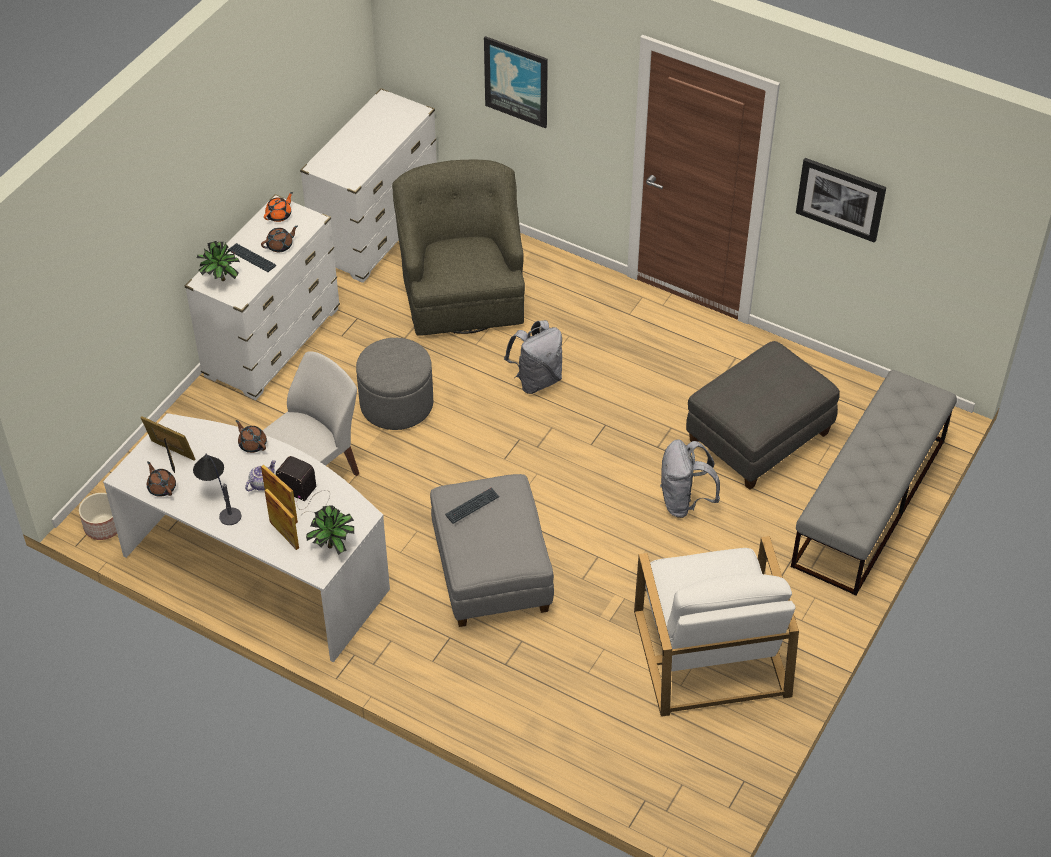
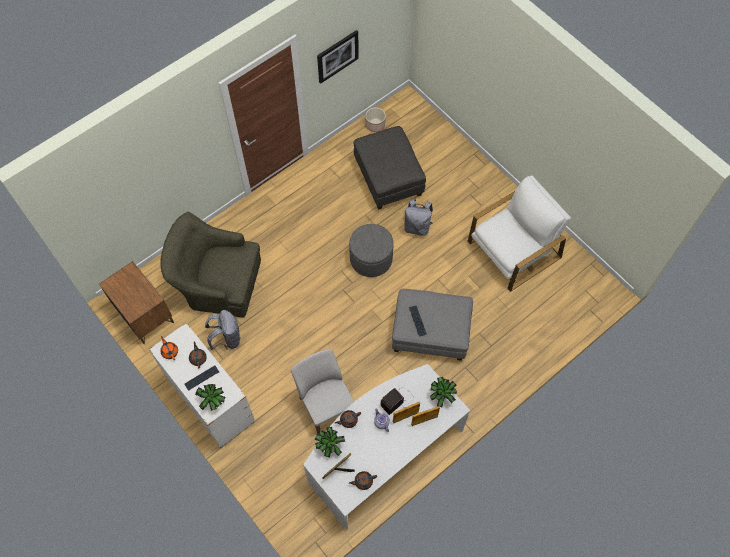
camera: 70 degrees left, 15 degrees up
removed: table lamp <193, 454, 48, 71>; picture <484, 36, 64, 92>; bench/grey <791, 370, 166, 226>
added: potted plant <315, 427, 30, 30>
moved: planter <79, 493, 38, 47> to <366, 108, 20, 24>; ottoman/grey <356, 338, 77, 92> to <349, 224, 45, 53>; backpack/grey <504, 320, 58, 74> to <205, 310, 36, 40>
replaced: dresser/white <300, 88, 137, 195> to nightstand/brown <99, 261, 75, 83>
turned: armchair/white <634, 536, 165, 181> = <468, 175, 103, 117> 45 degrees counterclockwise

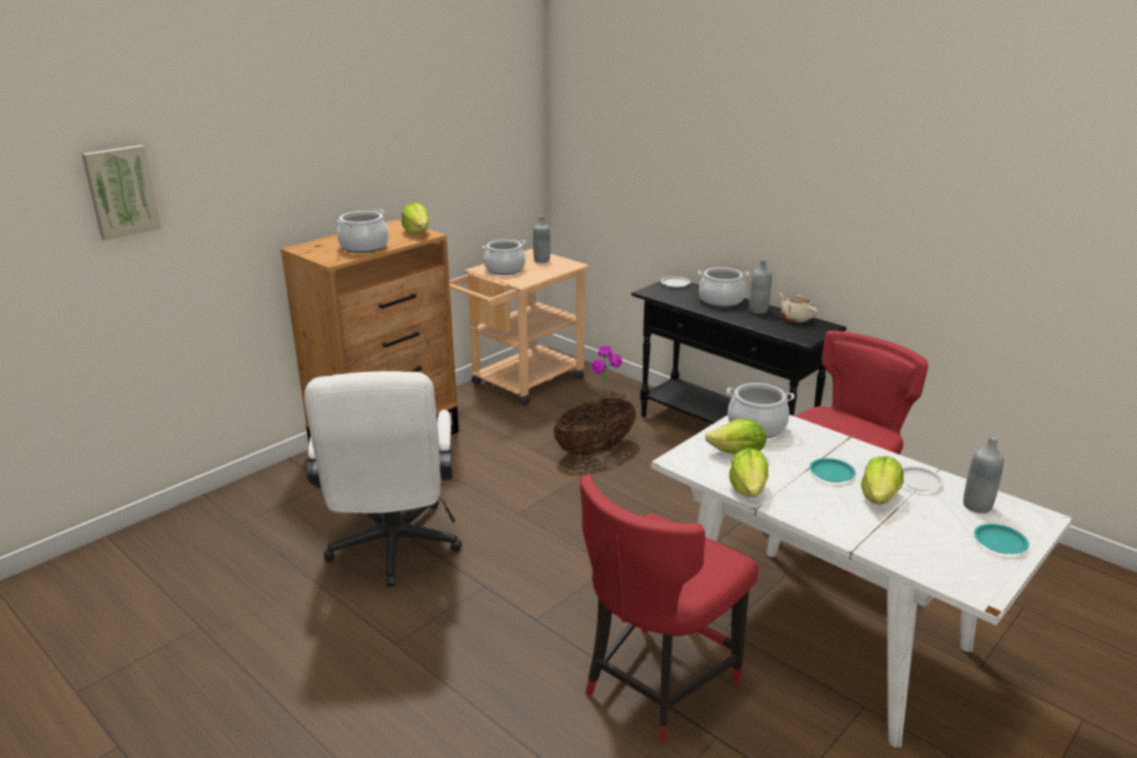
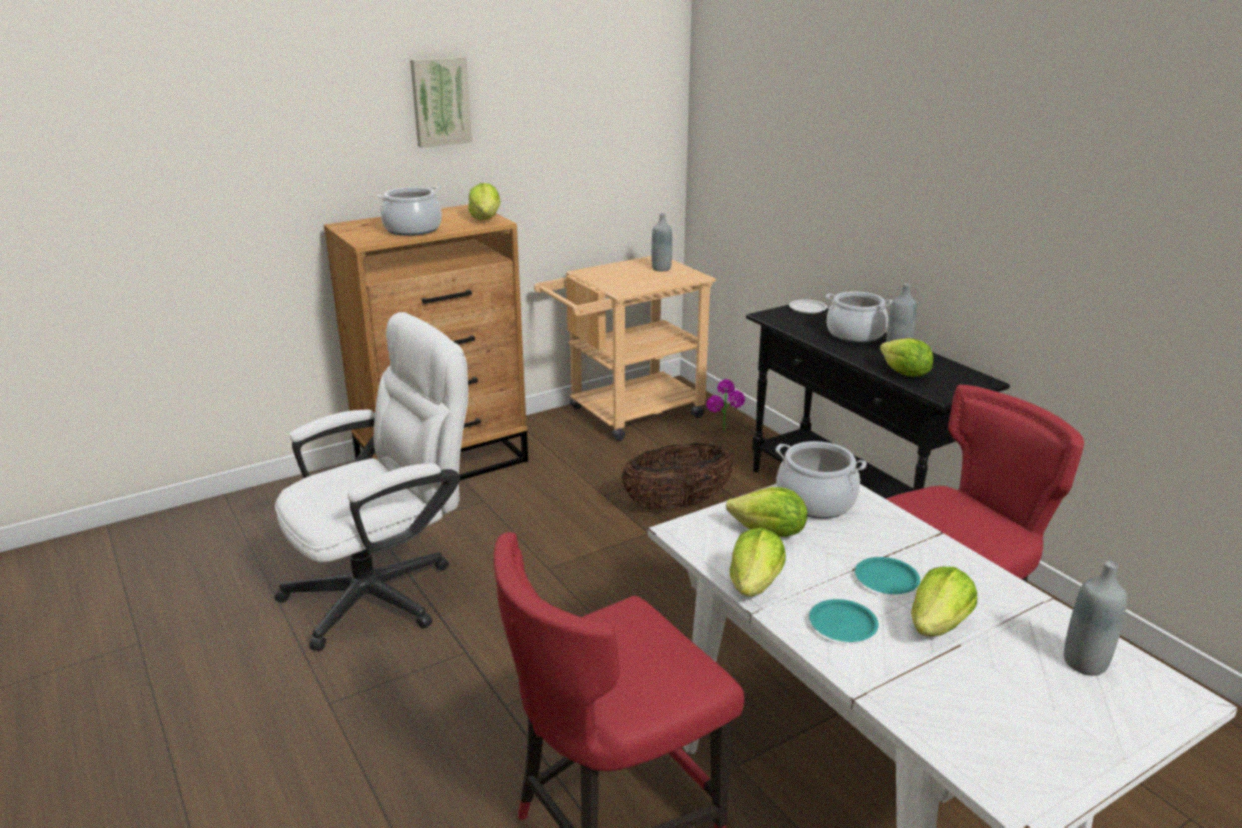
camera: 15 degrees right, 0 degrees up
removed: cooking pot <482, 240, 44, 35>; teapot/beige <778, 293, 40, 30>; plate/white <902, 466, 42, 25>
added: lettuce <880, 338, 53, 39>
moved: picture <82, 145, 79, 96> to <410, 57, 62, 91>; plate/turquoise <974, 524, 55, 30> to <809, 599, 70, 43>
turned: office chair/white <304, 371, 158, 216> = <275, 312, 193, 339> 135 degrees counterclockwise

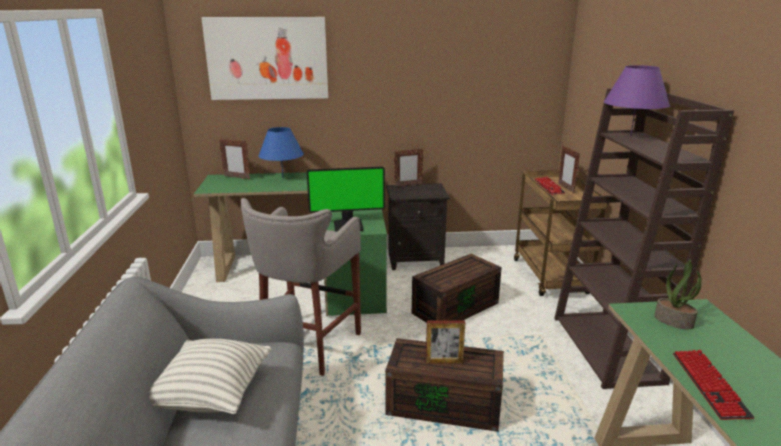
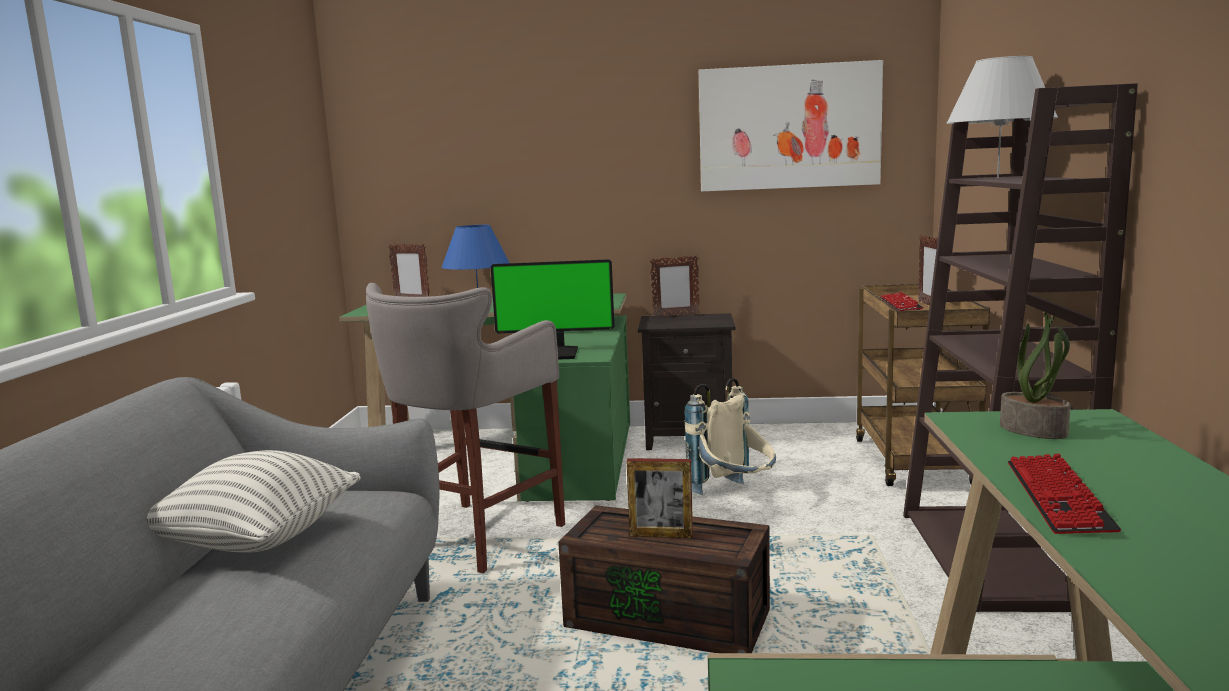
camera: 10 degrees right, 10 degrees down
moved: picture <201, 17, 127, 83> to <699, 60, 184, 132>
replaced: storage box/brown <412, 254, 90, 69> to backpack/beige <685, 378, 91, 117>
recoloured: table lamp/purple <604, 65, 66, 72> to table lamp/white <946, 56, 112, 122>

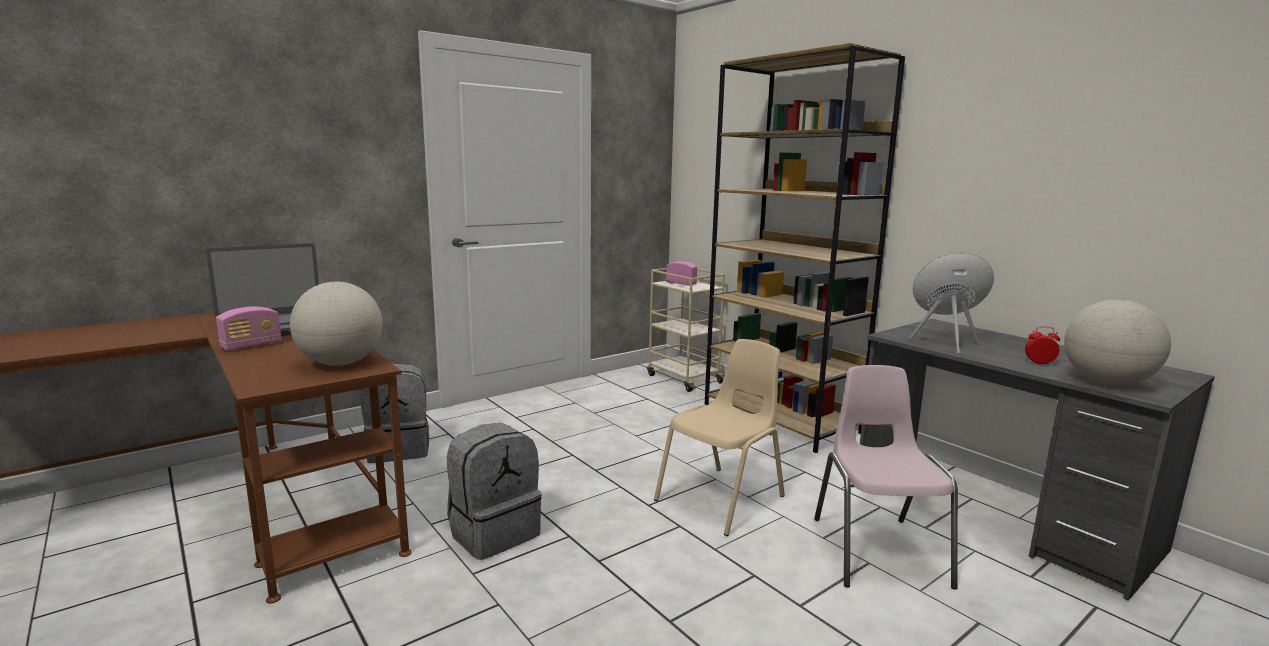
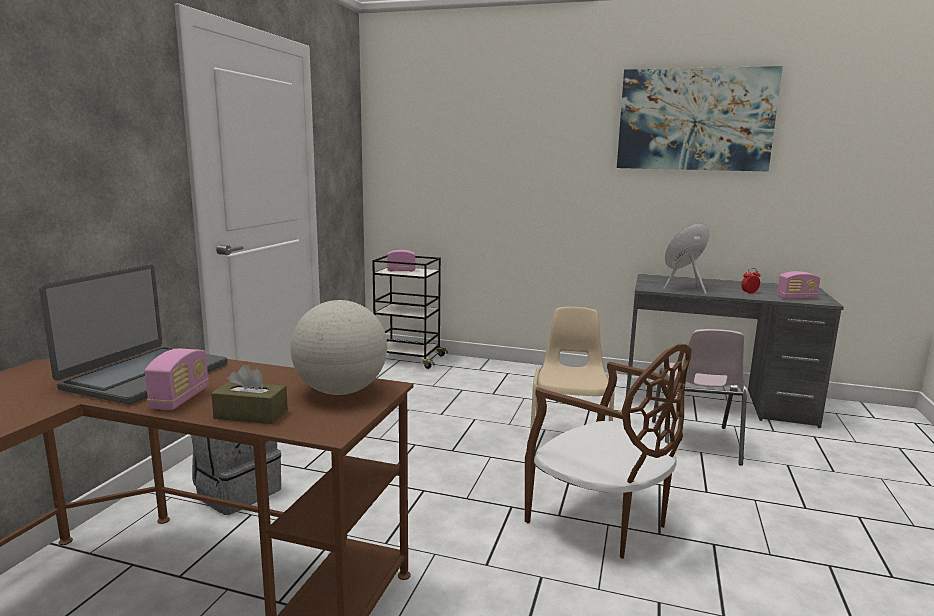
camera: 35 degrees left, 0 degrees up
removed: backpack/grey <447, 423, 95, 137>; bookcase/brown <705, 43, 200, 410>
added: tissue box/brown <211, 364, 77, 60>; chair/brown <525, 344, 166, 215>; picture <617, 66, 166, 105>
replaced: globe <1064, 300, 107, 85> to radio <777, 271, 43, 28>
recoloured: cart/beige <647, 268, 78, 124> to cart/black <372, 255, 76, 114>
turned: chair/pink <814, 365, 144, 224> = <652, 329, 95, 137> 135 degrees counterclockwise

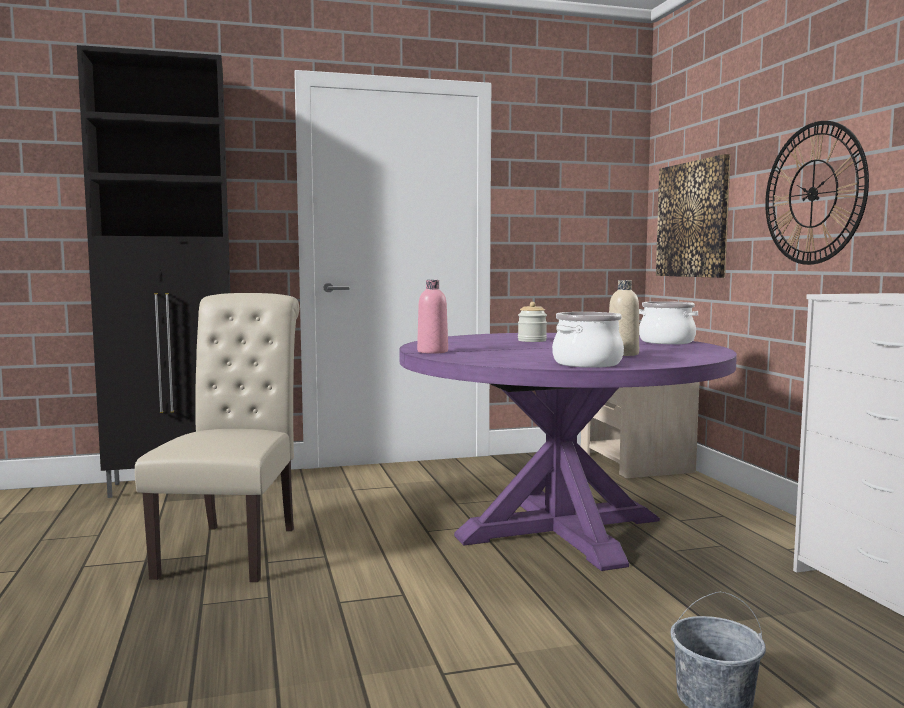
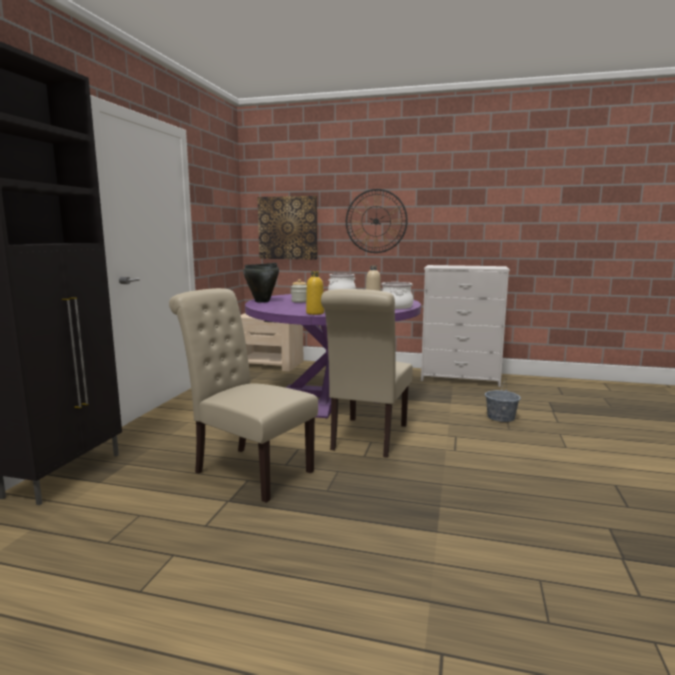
camera: 60 degrees left, 5 degrees up
added: cooking pot/black <243, 263, 36, 40>; chair/beige <321, 289, 92, 169>
recoloured: bottle/pink <417, 280, 31, 74> to bottle/yellow <306, 271, 18, 44>

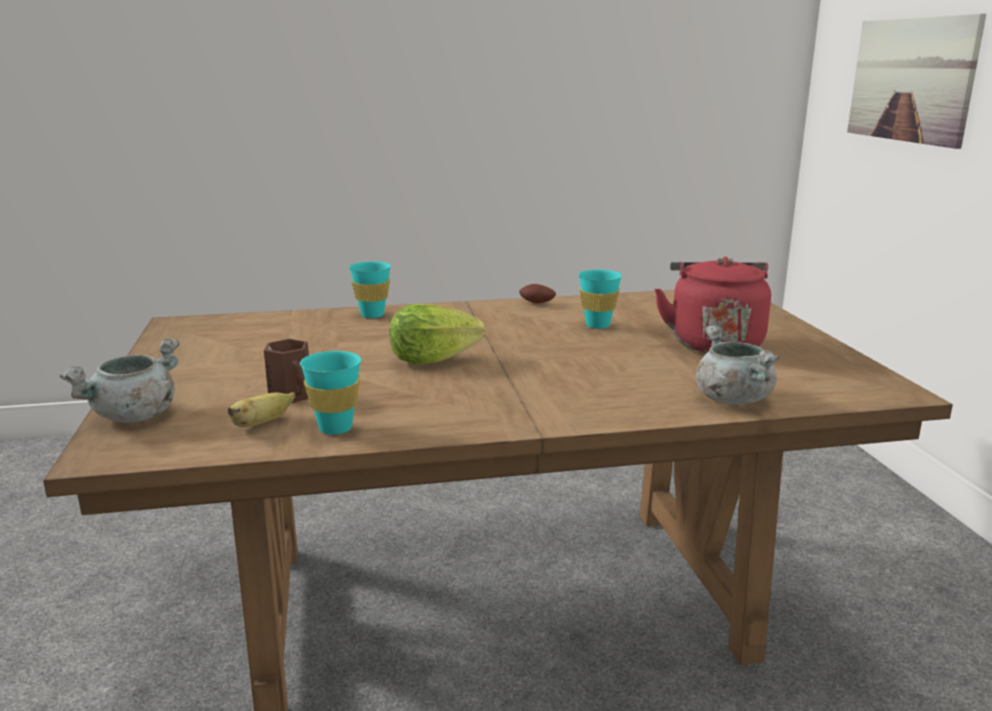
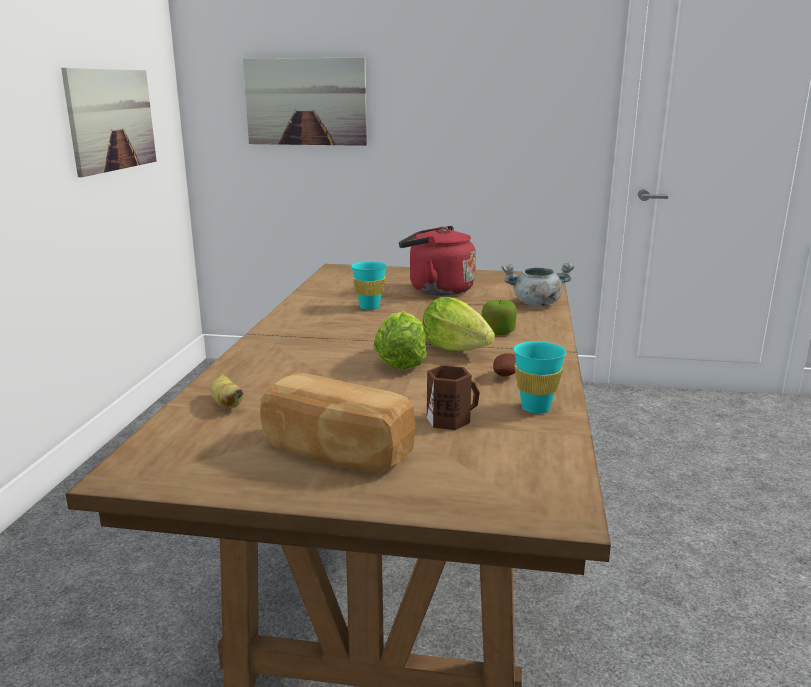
camera: 70 degrees left, 0 degrees up
removed: cooking pot/grey <59, 338, 121, 85>; cup/turquoise <349, 261, 42, 57>
added: picture <61, 68, 95, 109>; bread <260, 372, 156, 101>; lettuce <423, 297, 72, 54>; apple <482, 299, 35, 36>
moved: banana <228, 392, 67, 35> to <210, 374, 34, 35>; potato <519, 284, 37, 20> to <493, 353, 23, 24>

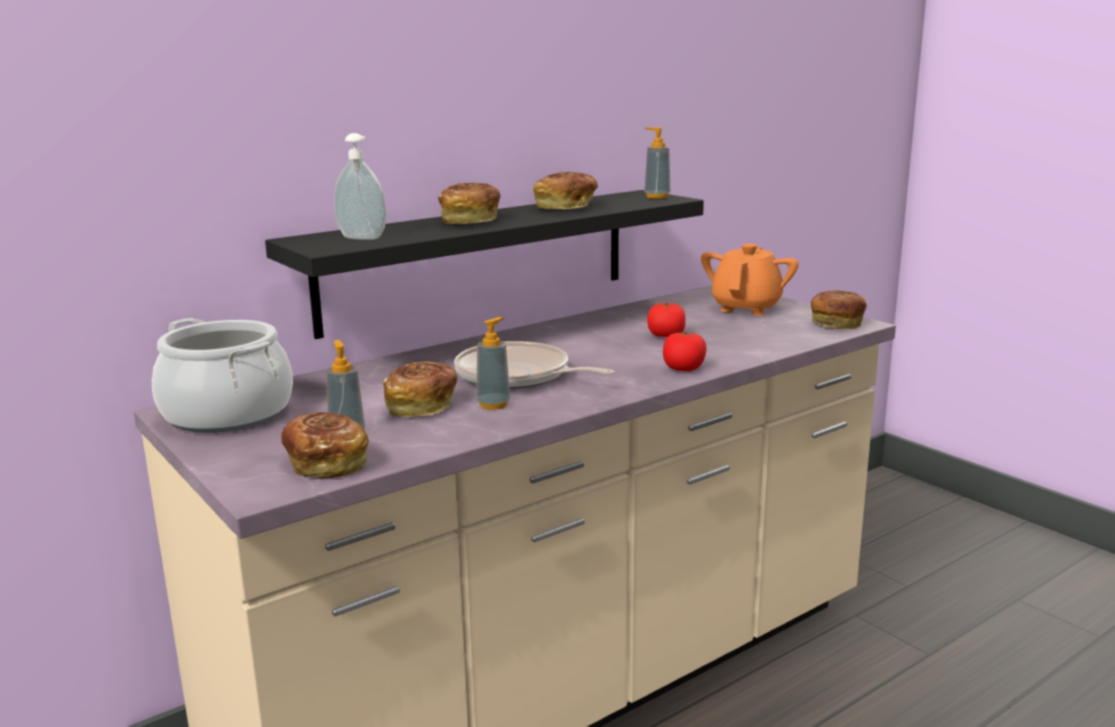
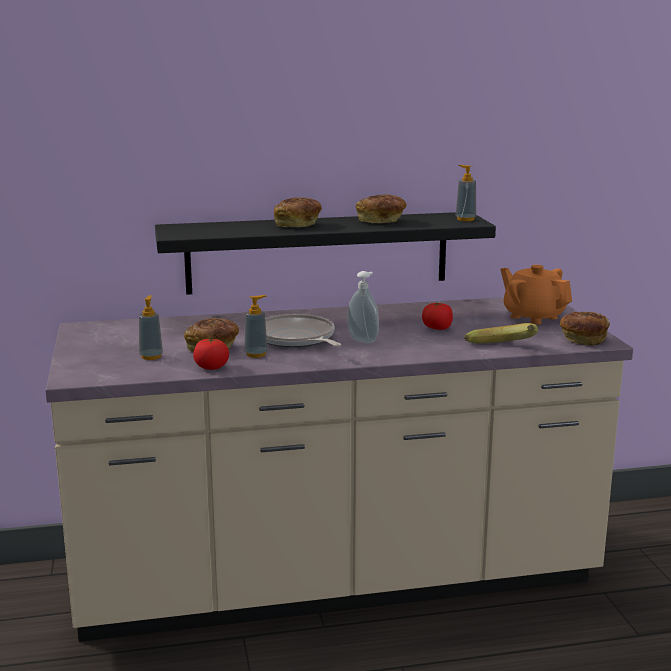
camera: 25 degrees right, 0 degrees up
removed: cooking pot <152, 318, 141, 115>; bread <281, 412, 88, 66>
added: banana <464, 323, 74, 20>
moved: soap dispenser <334, 133, 52, 107> to <347, 271, 32, 72>; tomato <663, 331, 44, 40> to <193, 338, 36, 32>
turned: teapot/orange <701, 244, 98, 72> = <500, 265, 72, 60> 90 degrees counterclockwise

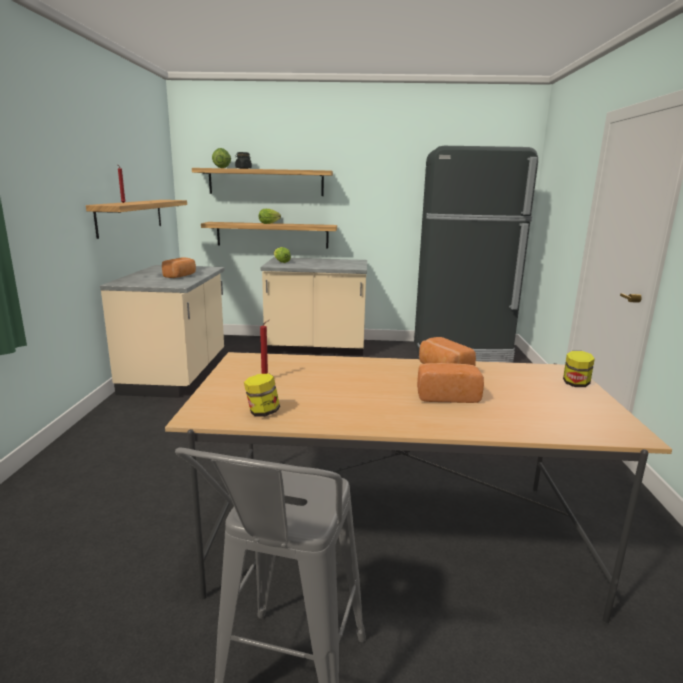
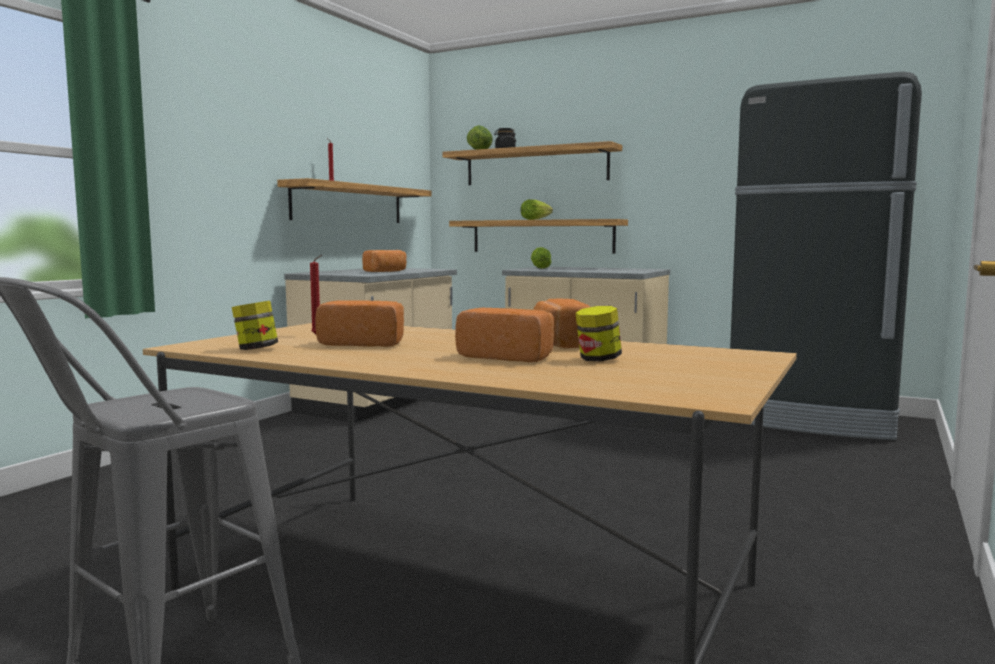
camera: 25 degrees right, 10 degrees down
added: bread <315, 300, 89, 47>
moved: jar <563, 351, 32, 36> to <575, 306, 47, 55>

